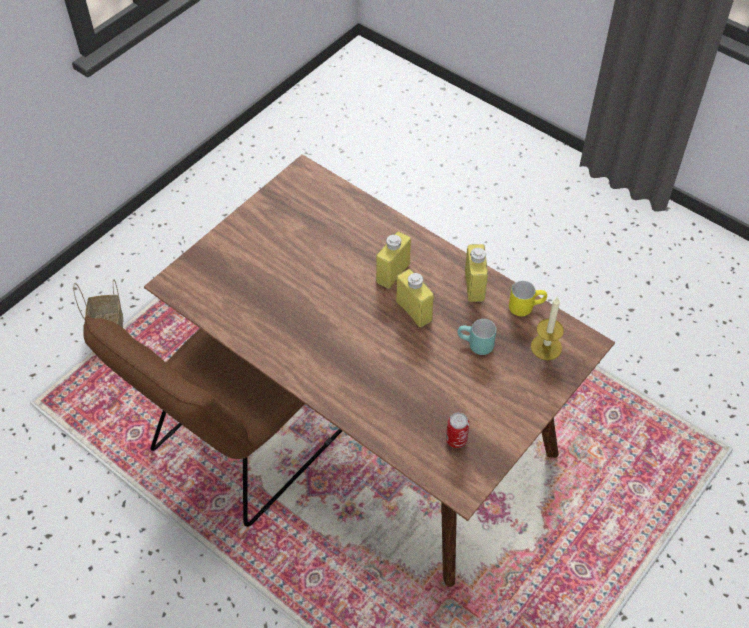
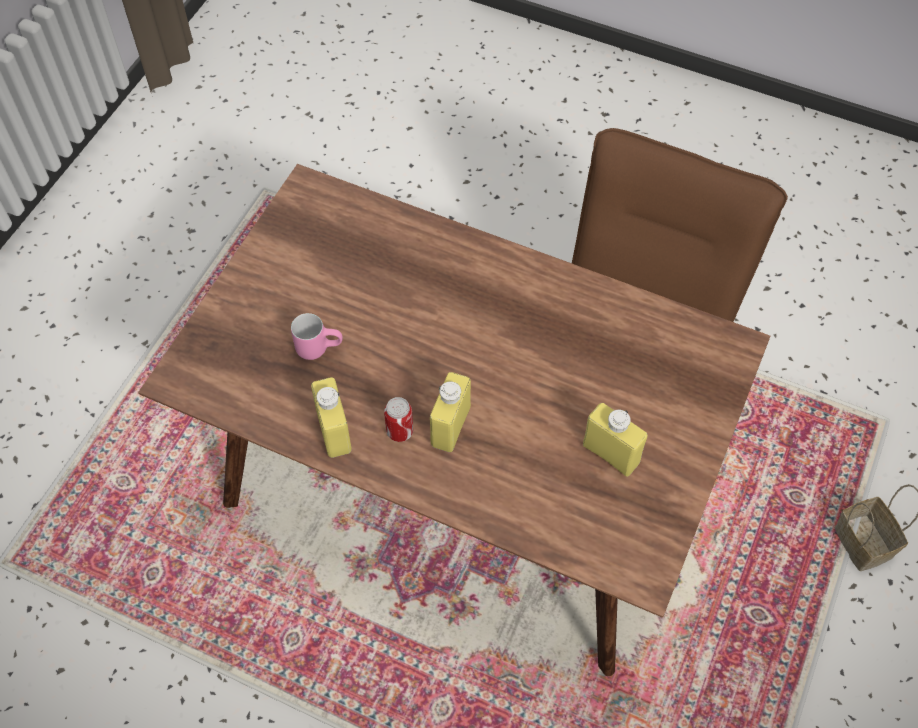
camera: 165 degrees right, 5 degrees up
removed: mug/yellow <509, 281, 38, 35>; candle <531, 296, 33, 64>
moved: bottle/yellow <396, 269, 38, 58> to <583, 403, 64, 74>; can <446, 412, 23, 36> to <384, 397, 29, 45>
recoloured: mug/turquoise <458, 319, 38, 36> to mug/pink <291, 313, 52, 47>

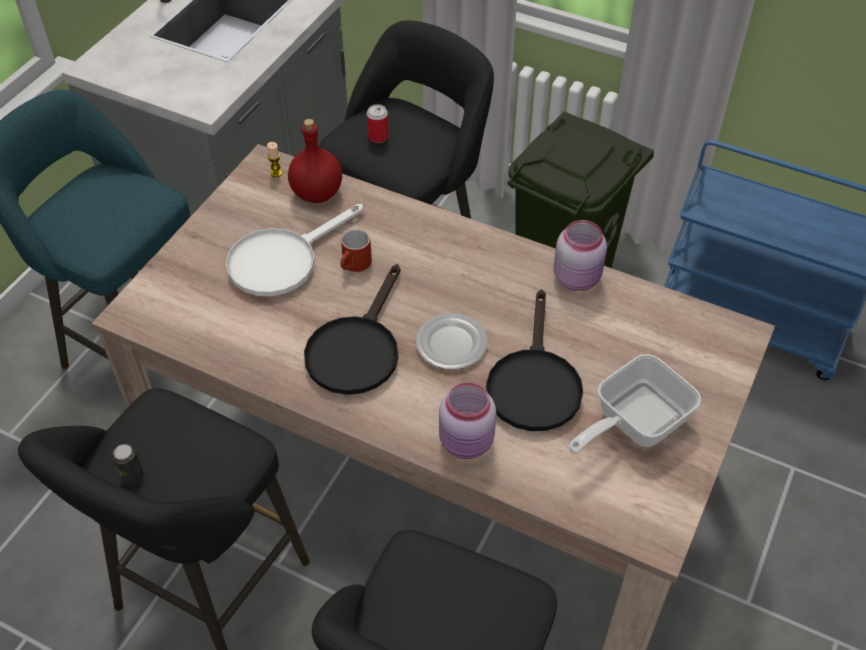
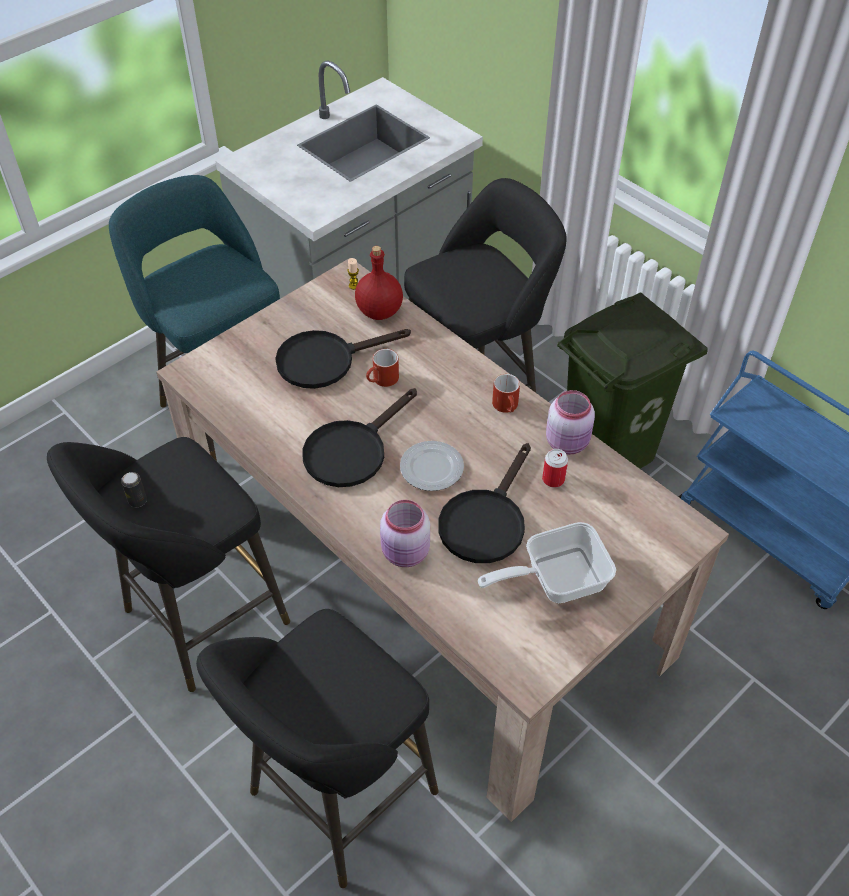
camera: 20 degrees right, 0 degrees up
added: mug/red <492, 374, 28, 39>
moved: can <367, 104, 22, 39> to <542, 449, 26, 39>
recoloured: frying pan/white <226, 204, 137, 92> to frying pan/black <275, 329, 136, 60>

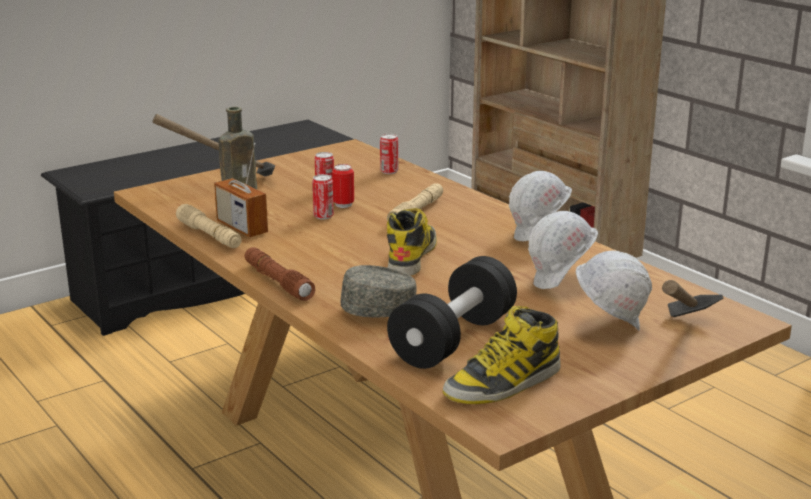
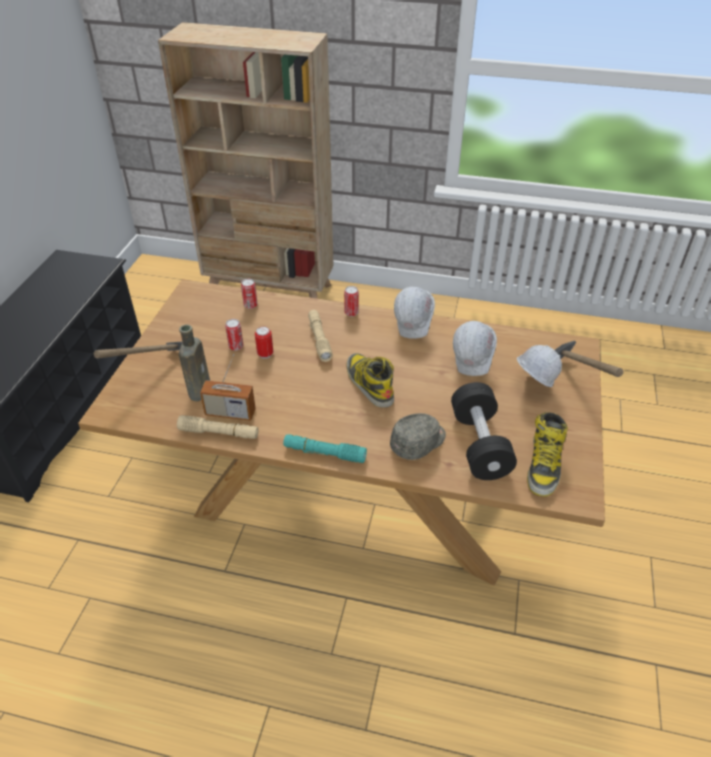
camera: 40 degrees left, 20 degrees up
moved: can <312, 174, 22, 46> to <344, 286, 15, 31>
recoloured: flashlight/brown <245, 247, 70, 54> to flashlight/turquoise <283, 434, 84, 29>

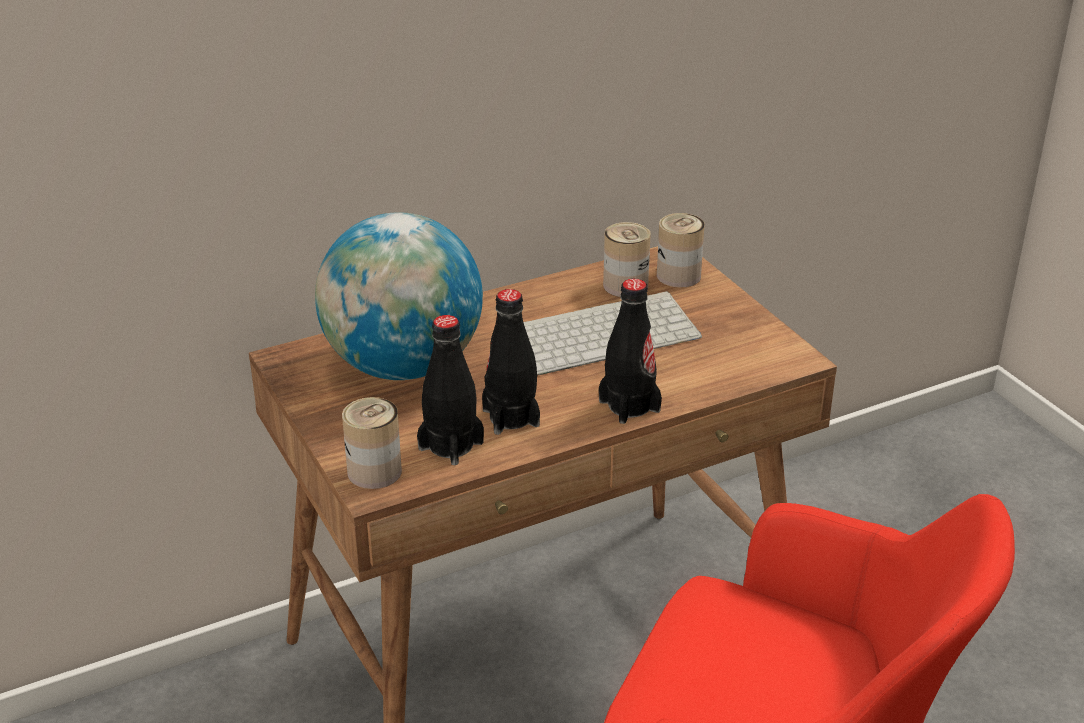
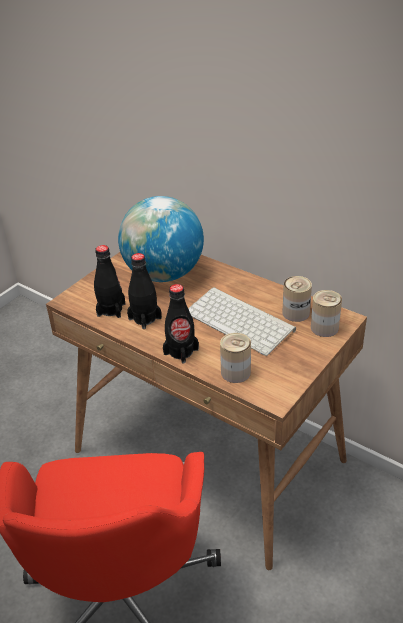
camera: 65 degrees right, 5 degrees up
moved: can <342, 397, 60, 92> to <220, 333, 31, 50>

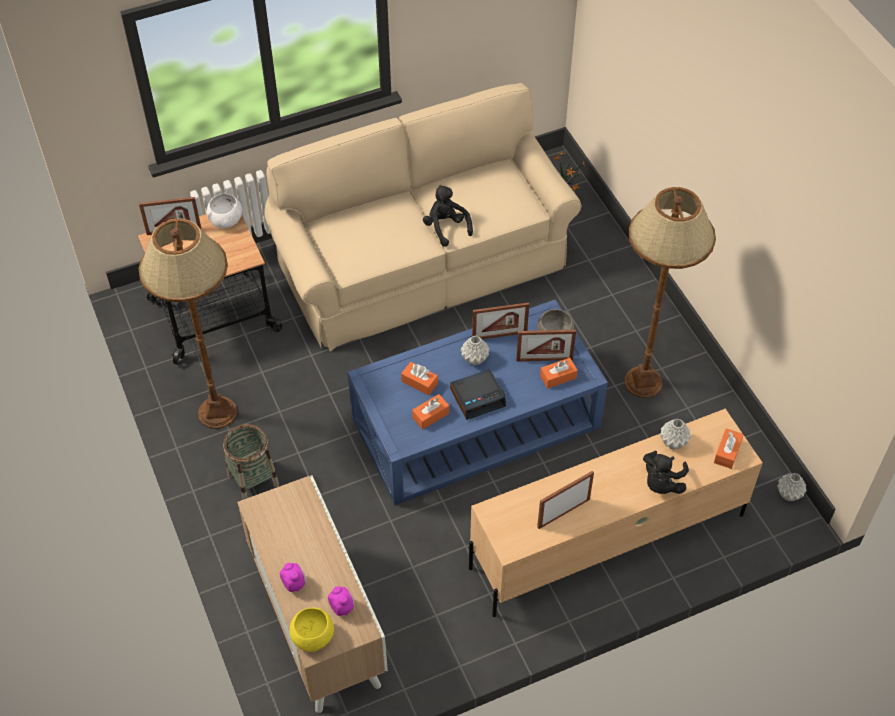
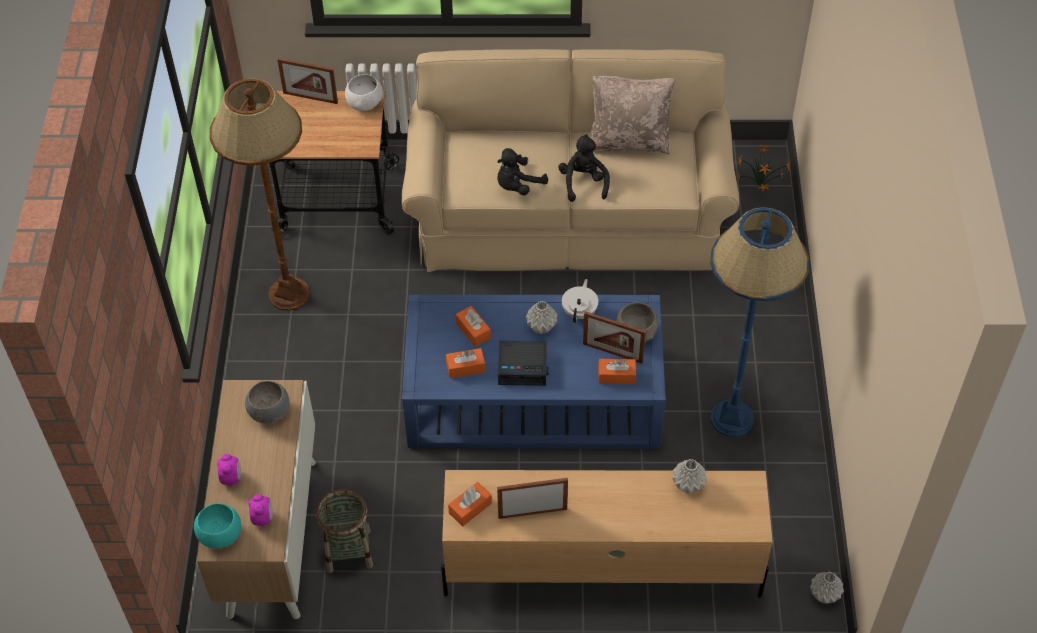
camera: 25 degrees right, 0 degrees up
added: bowl/grey <245, 381, 45, 42>; pillow/beige <591, 76, 84, 78>
moved: basket <223, 424, 56, 76> to <316, 489, 57, 84>; plush toy/black <643, 451, 46, 43> to <497, 148, 51, 47>; tissue box/orange <714, 428, 30, 41> to <448, 482, 44, 45>
replaced: picture frame <472, 302, 57, 37> to teapot/white <562, 279, 37, 44>
recoloured: bowl/yellow <290, 608, 44, 44> to bowl/turquoise <194, 503, 47, 46>; floor lamp/brown <624, 187, 92, 211> to floor lamp/blue <710, 207, 100, 230>

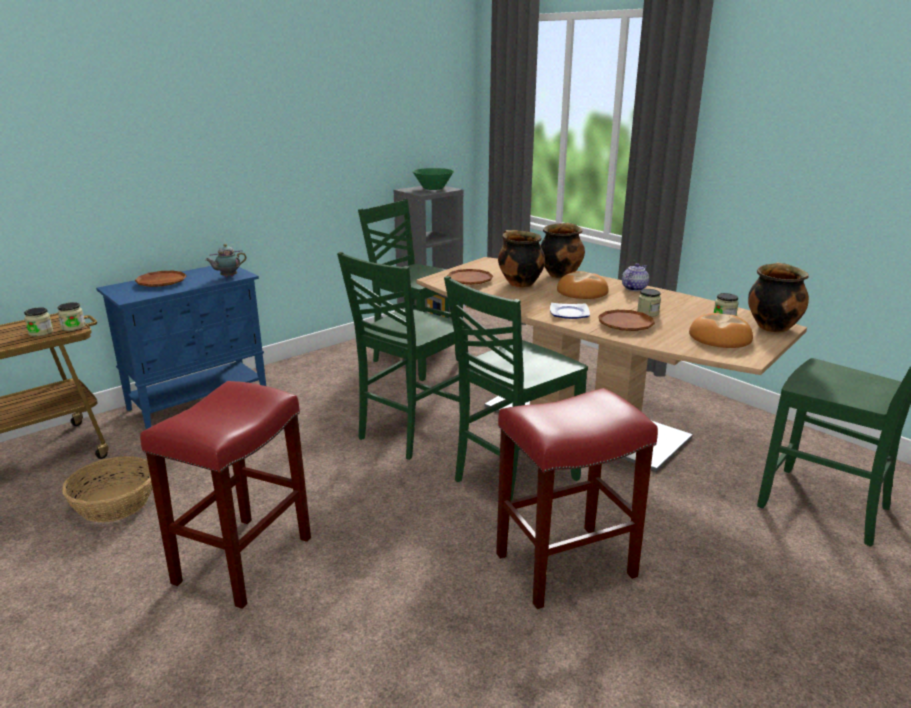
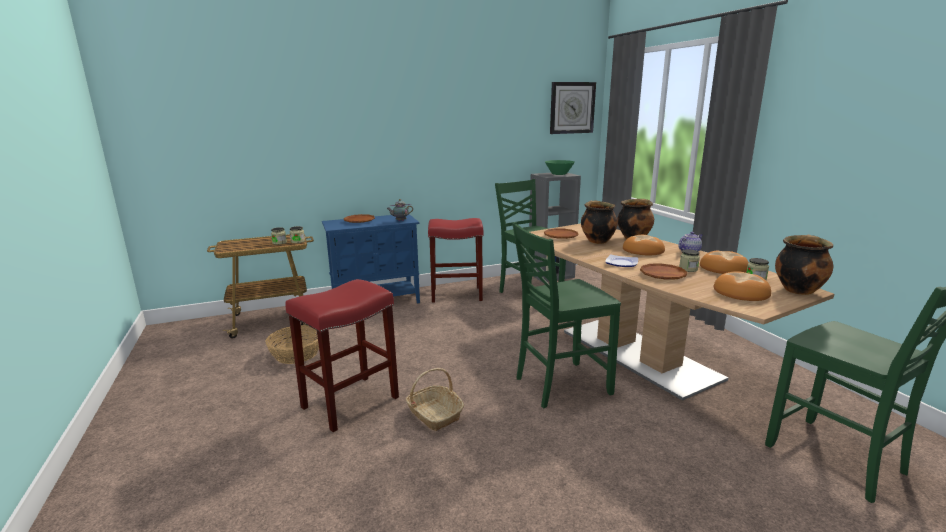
camera: 20 degrees right, 5 degrees down
removed: chair/green <337, 252, 131, 208>
added: basket <406, 368, 58, 63>; wall clock <550, 82, 46, 52>; bread <700, 251, 49, 23>
moved: stool/red <496, 388, 162, 221> to <428, 218, 56, 85>

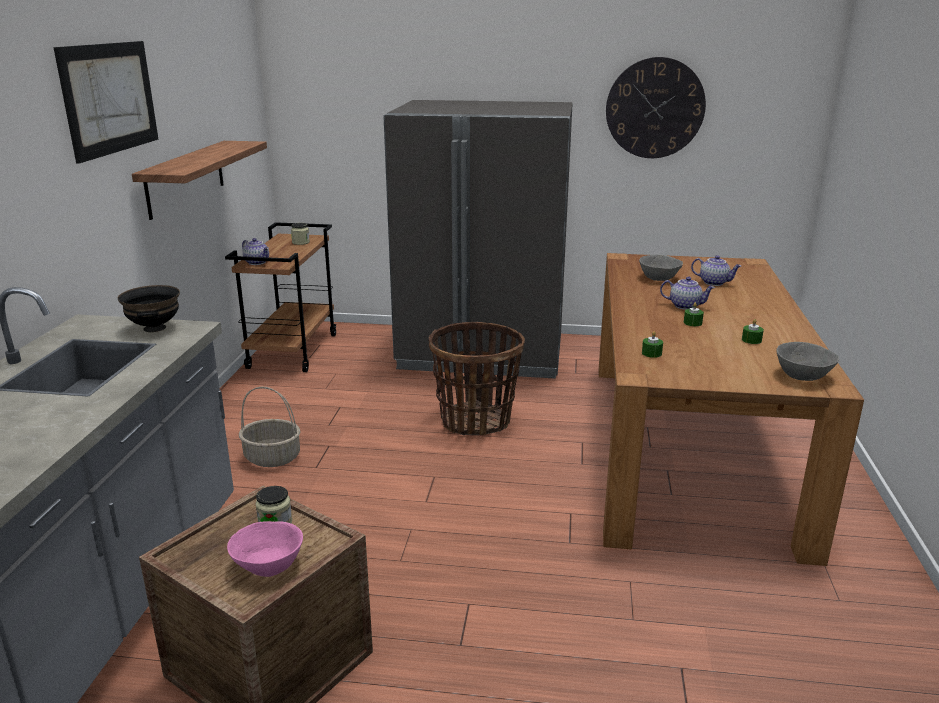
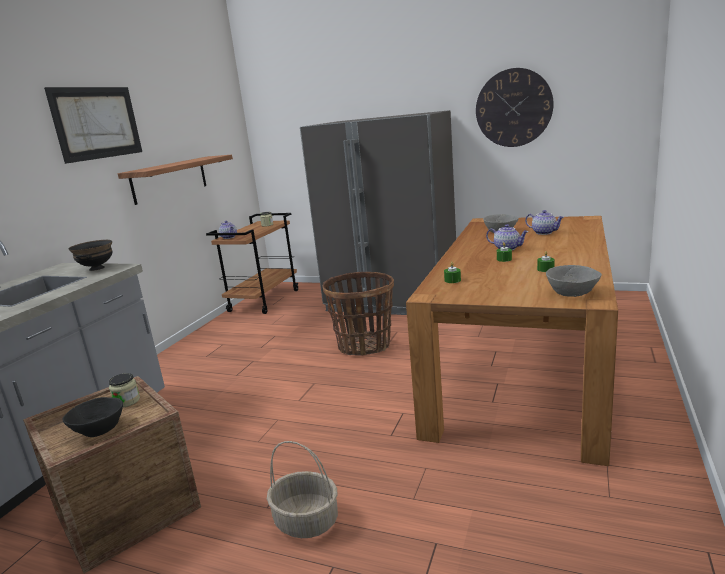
camera: 15 degrees right, 5 degrees down
moved: basket <239, 386, 61, 81> to <267, 441, 71, 97>
recoloured: bowl/pink <227, 521, 76, 56> to bowl/black <62, 397, 61, 40>

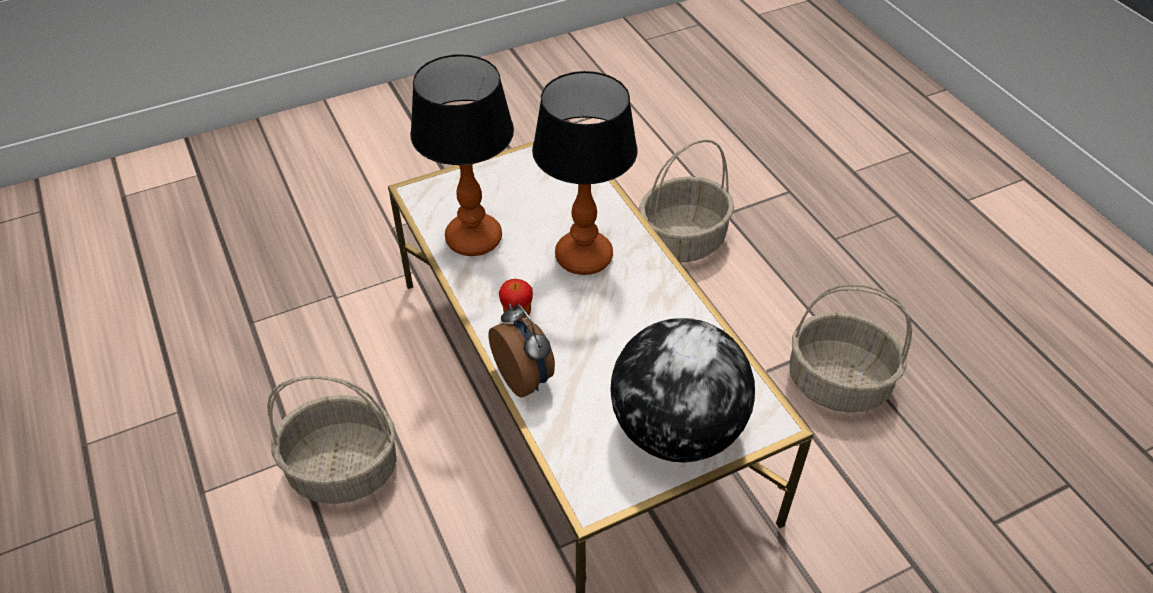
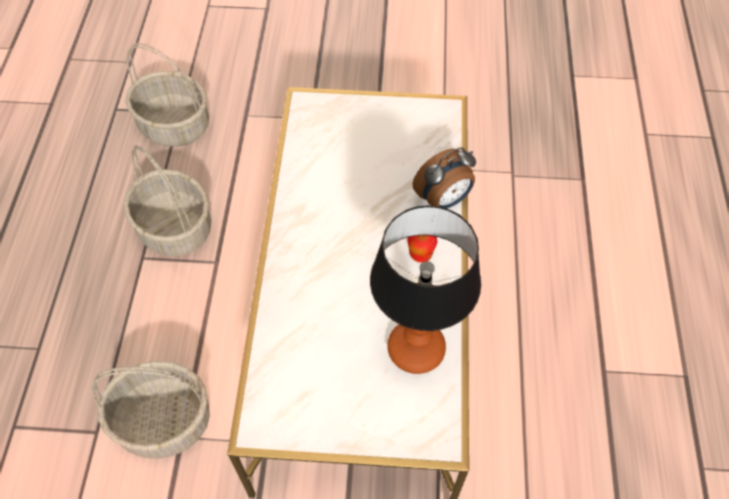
camera: 150 degrees left, 10 degrees up
removed: table lamp <532, 71, 106, 204>; globe <610, 318, 145, 145>
moved: basket <267, 376, 130, 128> to <125, 43, 84, 104>
turned: alarm clock <488, 303, 67, 95> = <413, 148, 63, 60> 120 degrees counterclockwise

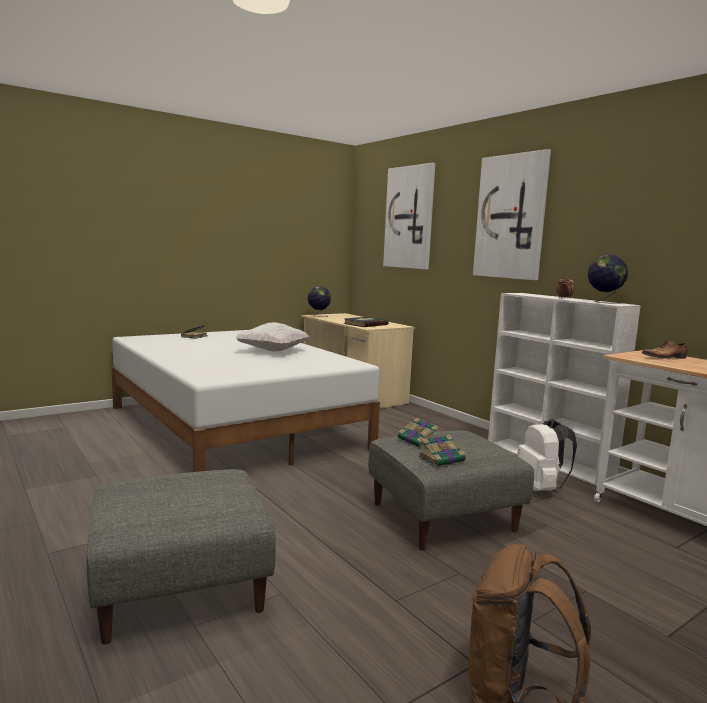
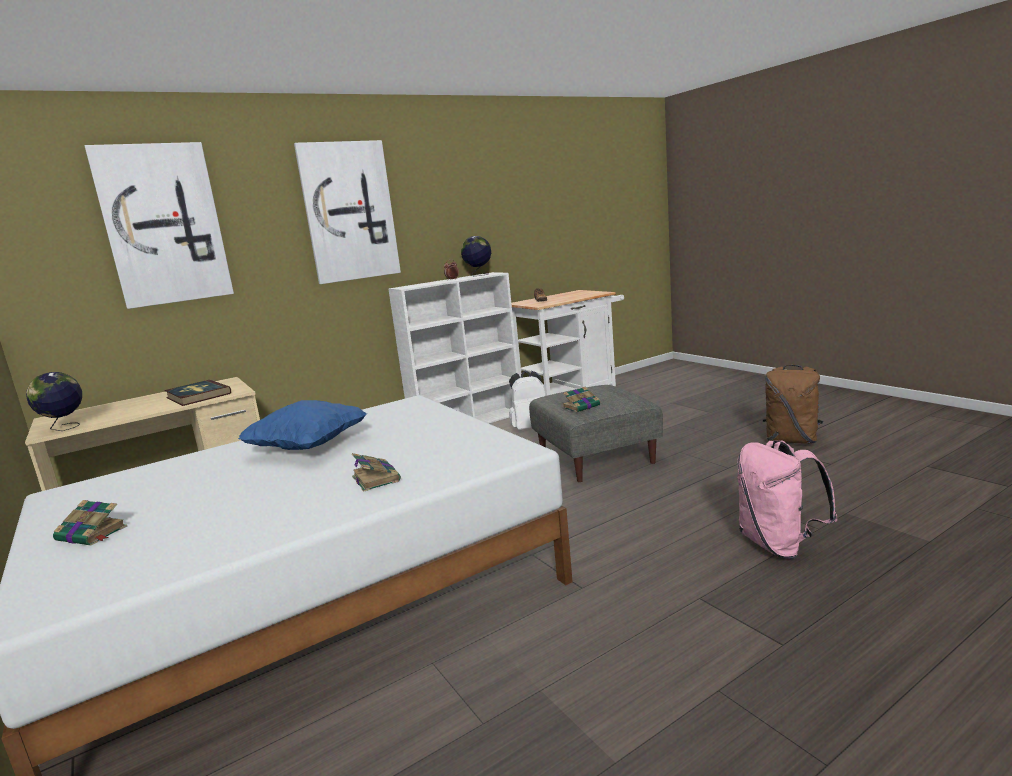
camera: 85 degrees left, 5 degrees up
moved: book <419, 435, 47, 32> to <352, 453, 49, 39>
replaced: ottoman/grey <86, 469, 190, 175> to backpack/pink <737, 440, 101, 119>
recoloured: pillow/white <236, 322, 74, 29> to pillow/blue <238, 400, 129, 50>

